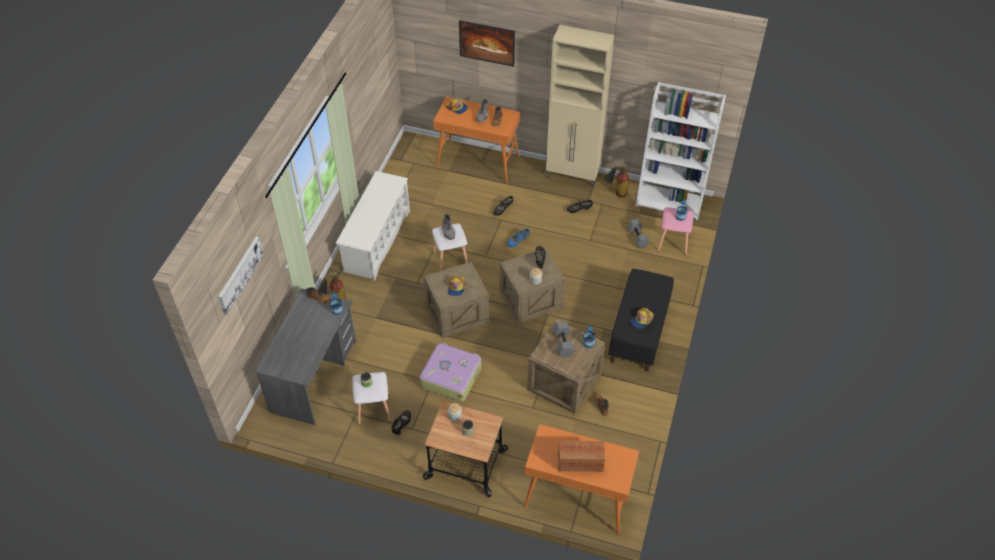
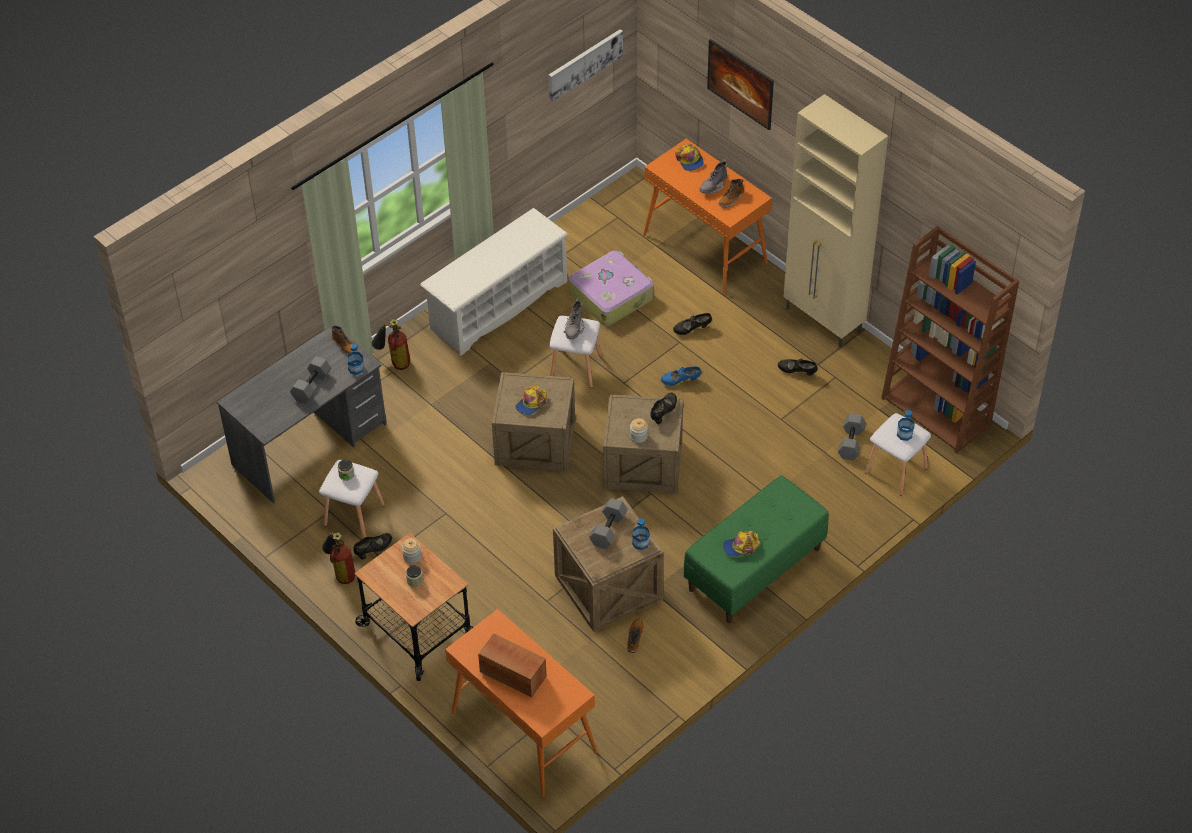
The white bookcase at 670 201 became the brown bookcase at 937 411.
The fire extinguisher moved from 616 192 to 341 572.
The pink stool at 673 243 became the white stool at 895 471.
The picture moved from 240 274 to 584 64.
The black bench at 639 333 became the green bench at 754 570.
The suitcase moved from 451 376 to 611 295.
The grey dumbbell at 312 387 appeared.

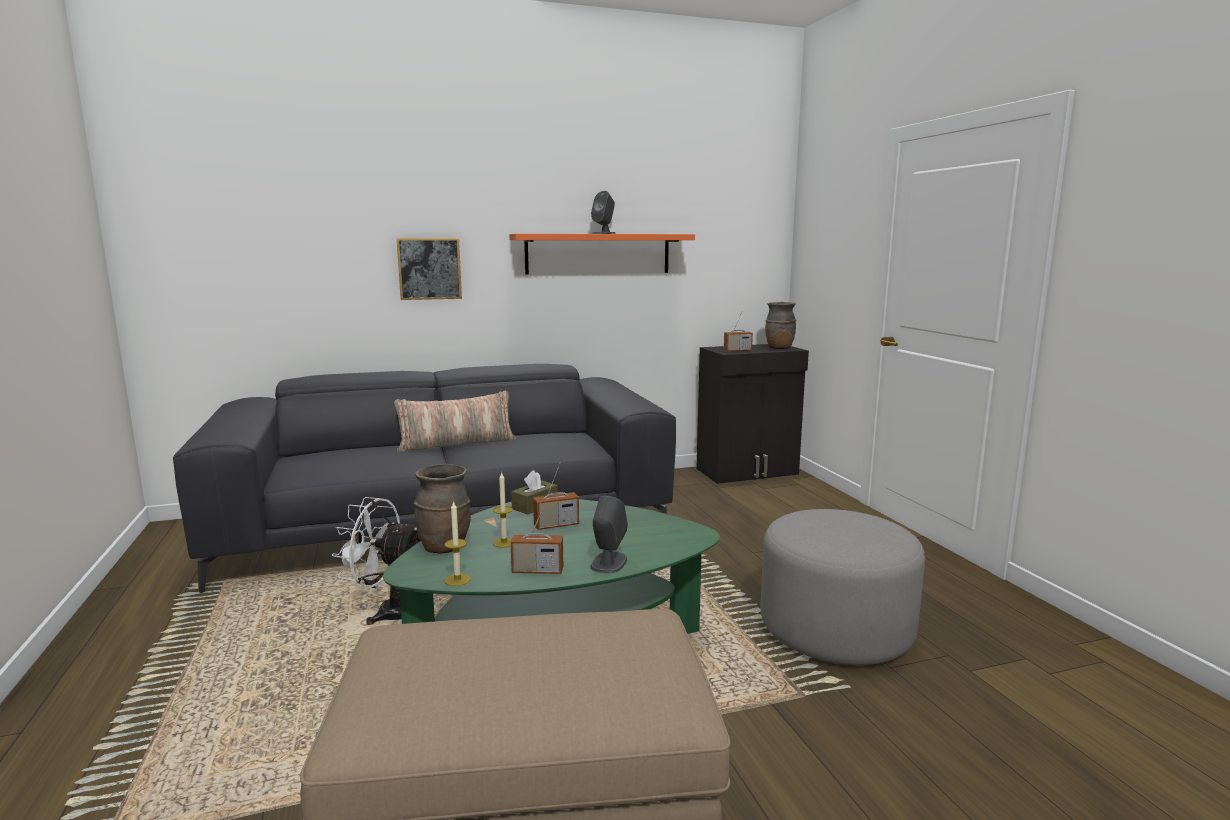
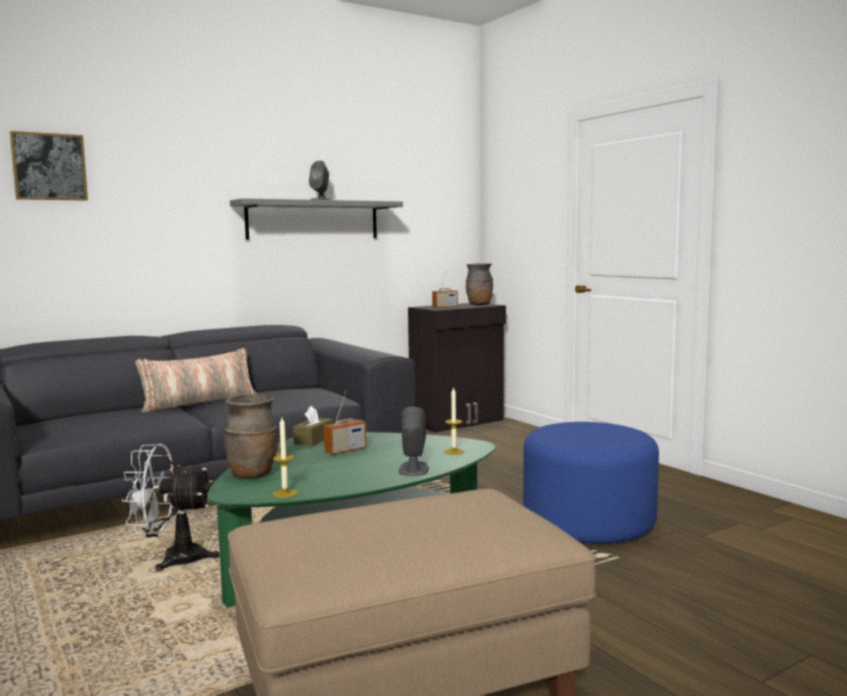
The orange shelf at 598 254 became the grey shelf at 313 220.
The picture moved from 429 268 to 49 167.
The candle moved from 504 543 to 454 452.
The radio at 537 571 disappeared.
The grey ottoman at 836 629 became the blue ottoman at 588 522.

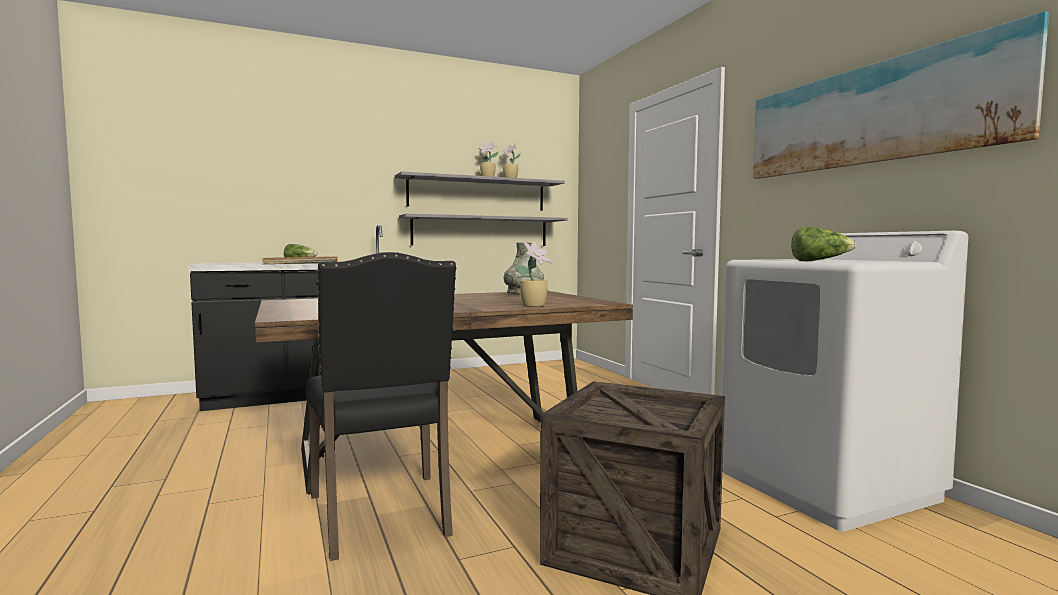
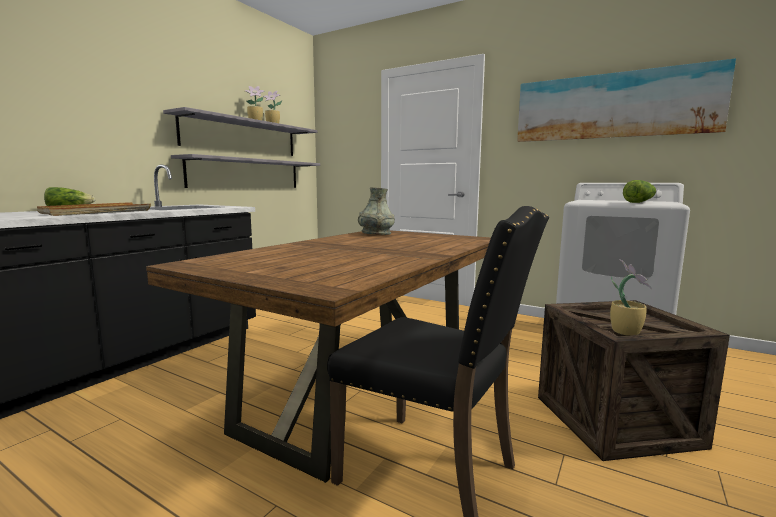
The potted plant moved from 534 306 to 625 331.

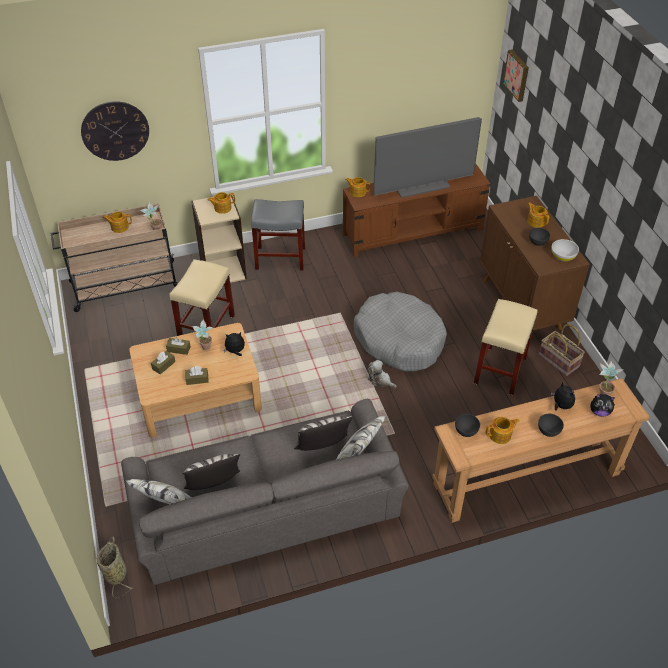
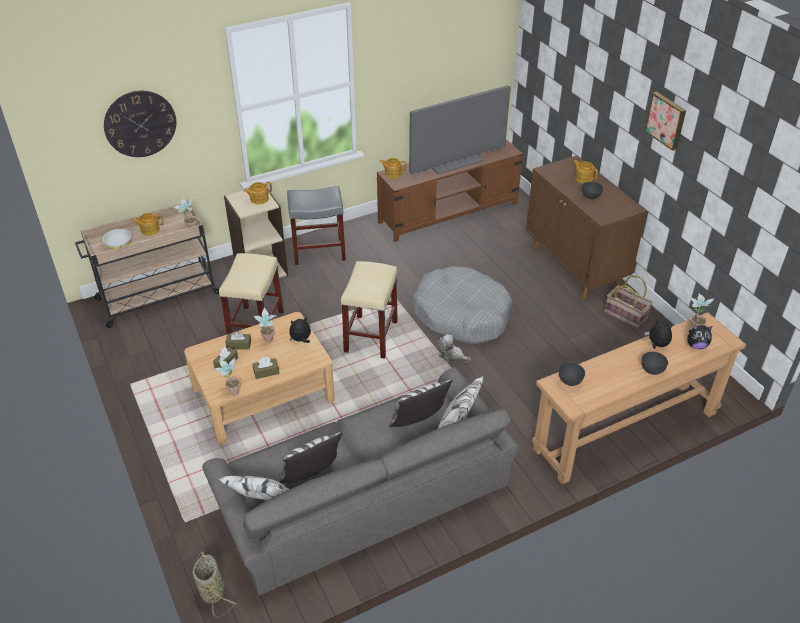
The picture moved from 517 75 to 666 120.
The white bowl moved from 563 256 to 119 246.
The beige stool moved from 500 371 to 371 337.
The teapot at 500 435 disappeared.
The potted plant at 231 391 appeared.

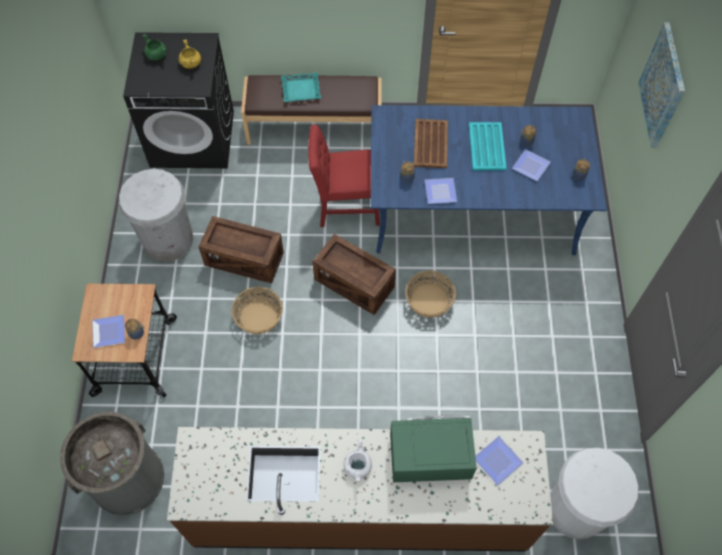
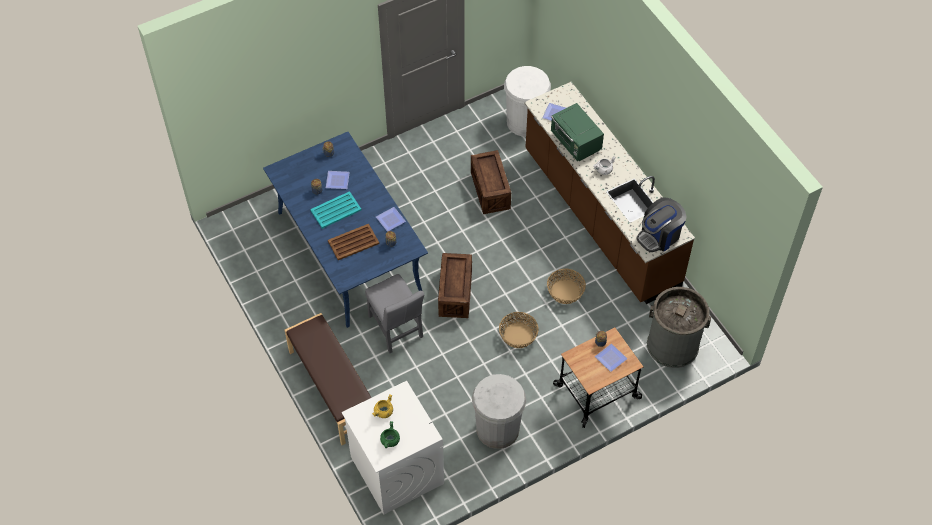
The picture at 662 86 disappeared.
The black washing machine at 193 138 became the white washing machine at 396 470.
The turquoise tray at 301 90 disappeared.
The red chair at 345 208 became the grey chair at 396 329.
The crate moved from 244 259 to 490 190.
The basket moved from 429 301 to 565 292.
The coffee machine at 659 236 appeared.

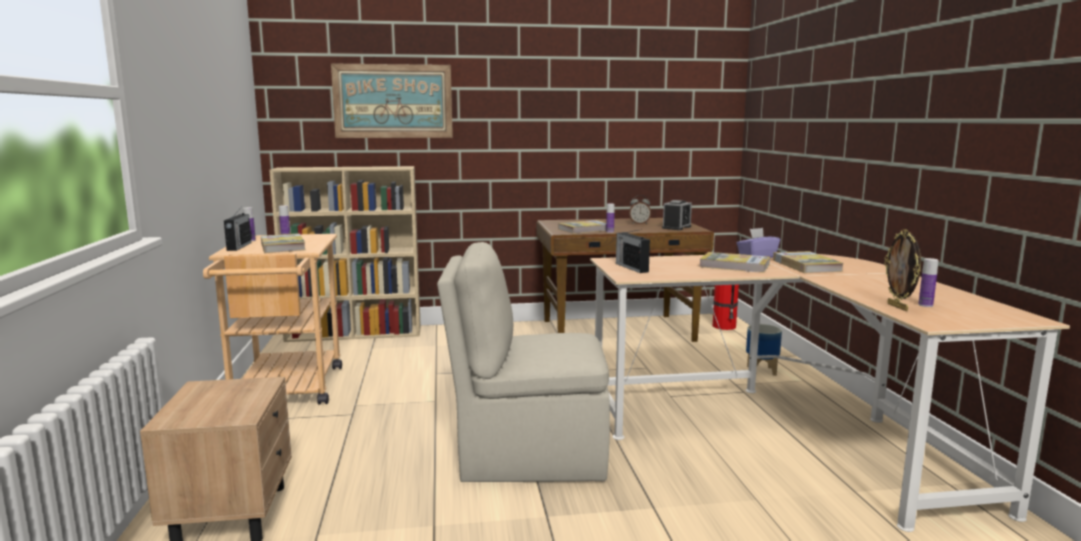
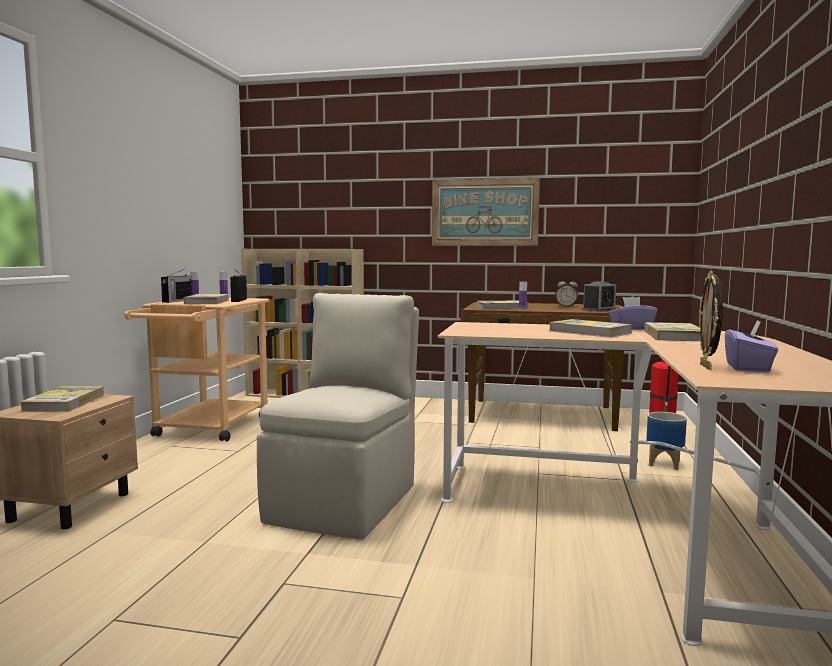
The picture moved from 393 101 to 484 212.
The radio moved from 631 267 to 239 300.
The beige chair at 528 455 turned 90 degrees clockwise.
The bottle at 925 305 was replaced by the purple tissue box at 748 368.
The book at 64 403 appeared.

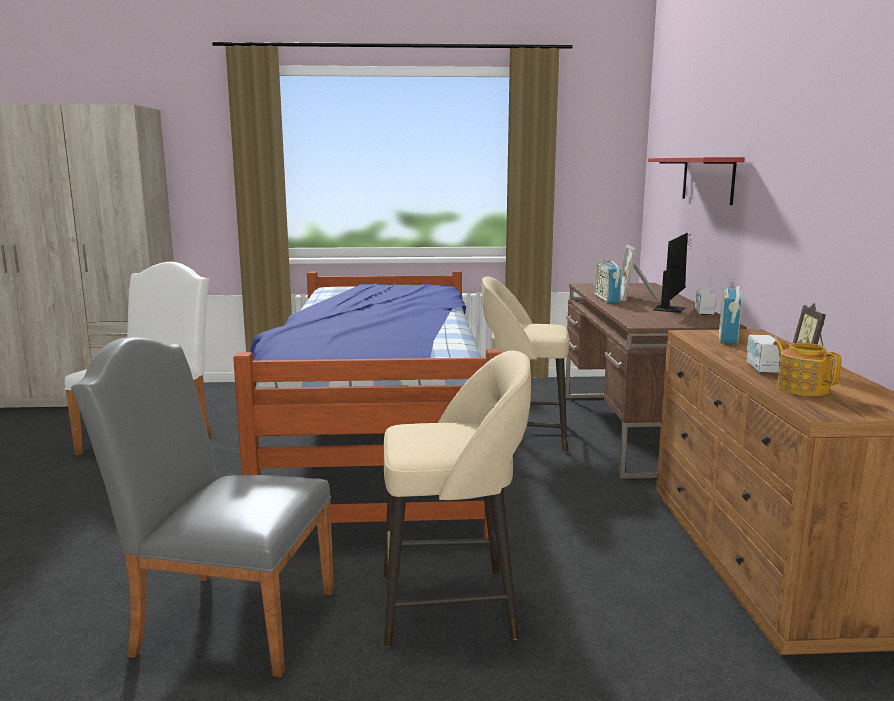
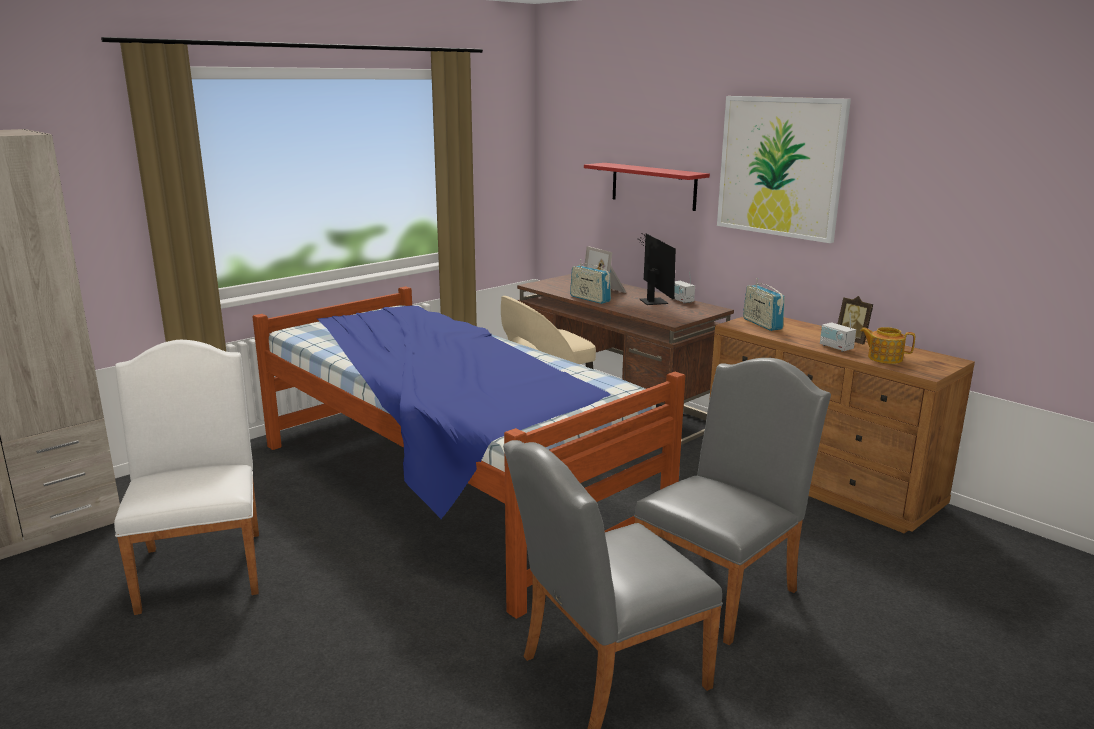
The beige stool at 452 605 was replaced by the grey chair at 722 587.
The picture at 780 167 appeared.

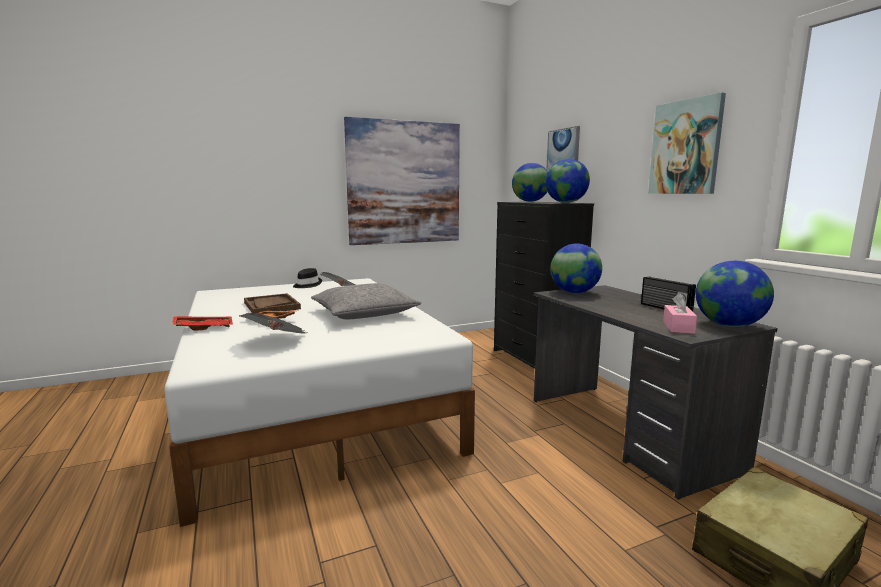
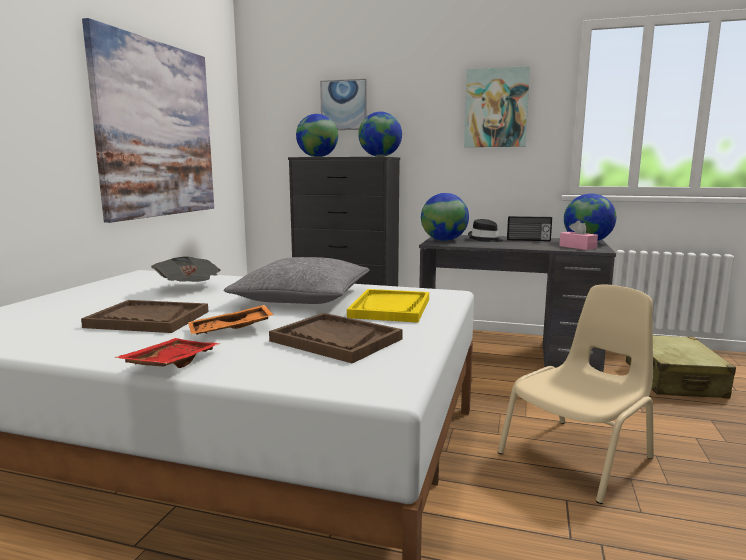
The black hat moved from 307 285 to 485 239.
The newspaper at 278 341 was replaced by the brown tray at 335 340.
The beige chair at 578 456 appeared.
The yellow tray at 390 308 appeared.

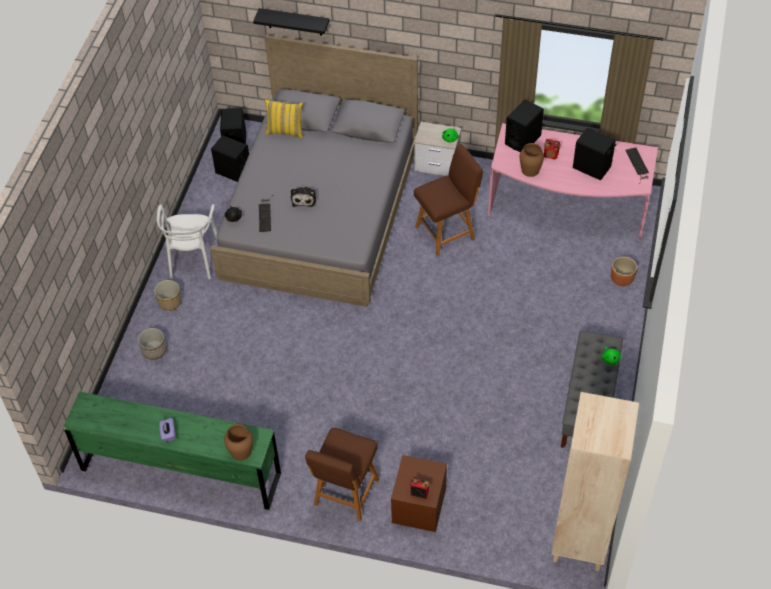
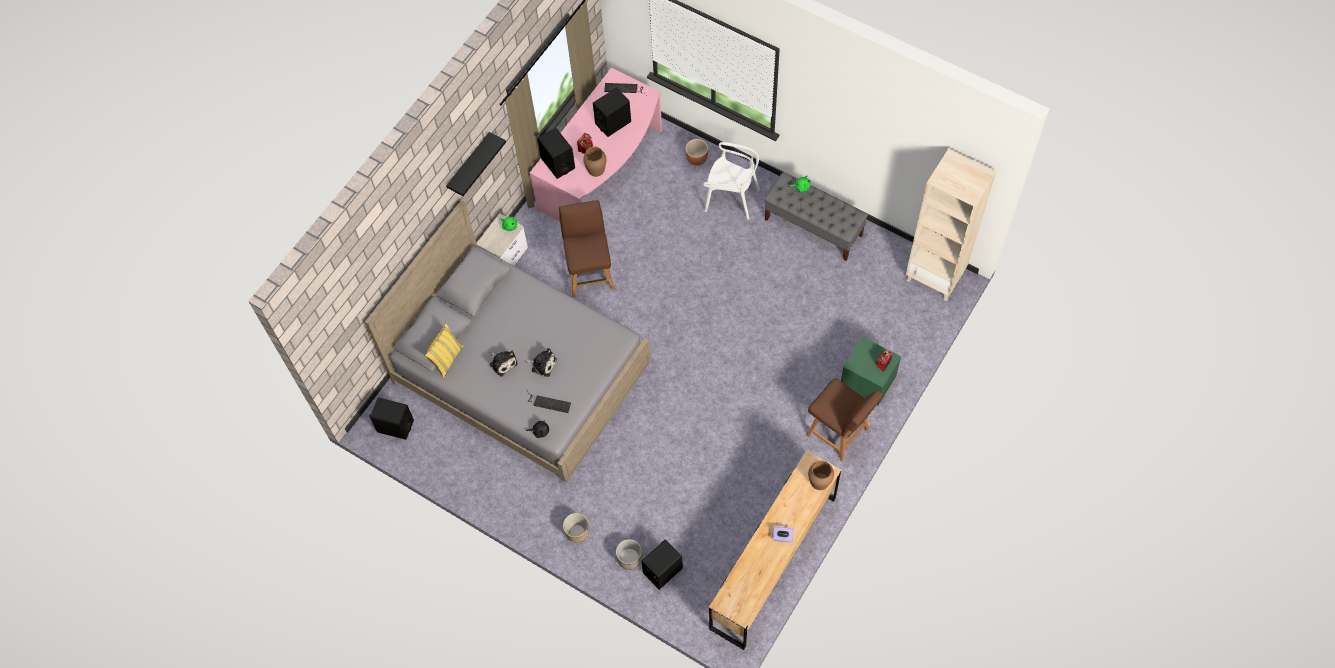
The black shelf moved from 294 22 to 469 165.
The black speaker moved from 233 171 to 662 571.
The white chair moved from 192 259 to 731 198.
The green dresser at 181 471 became the brown dresser at 773 562.
The brown nightstand at 419 506 became the green nightstand at 868 381.
The plush toy at 502 363 appeared.

